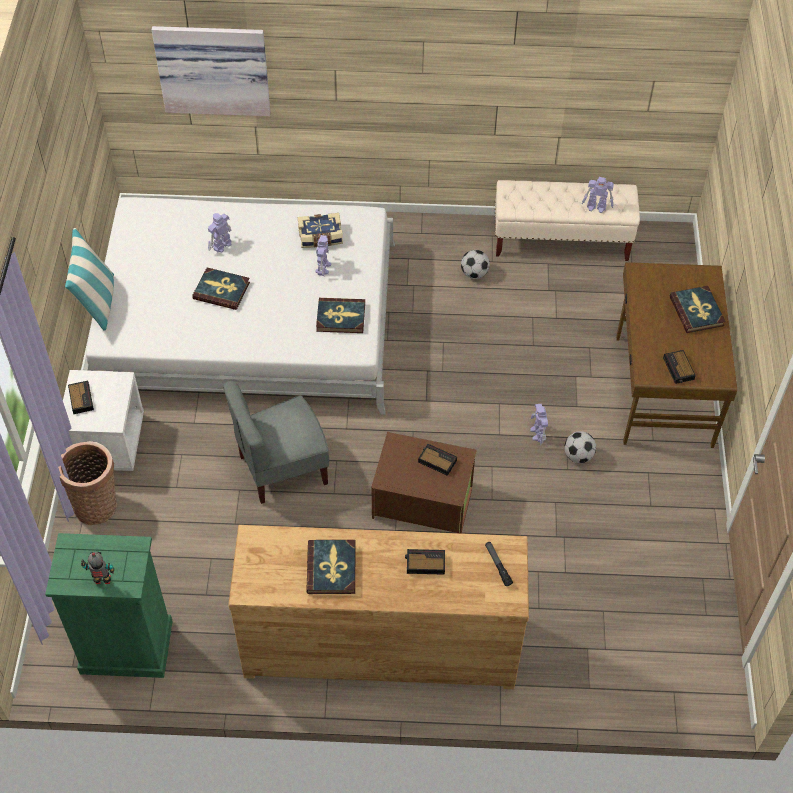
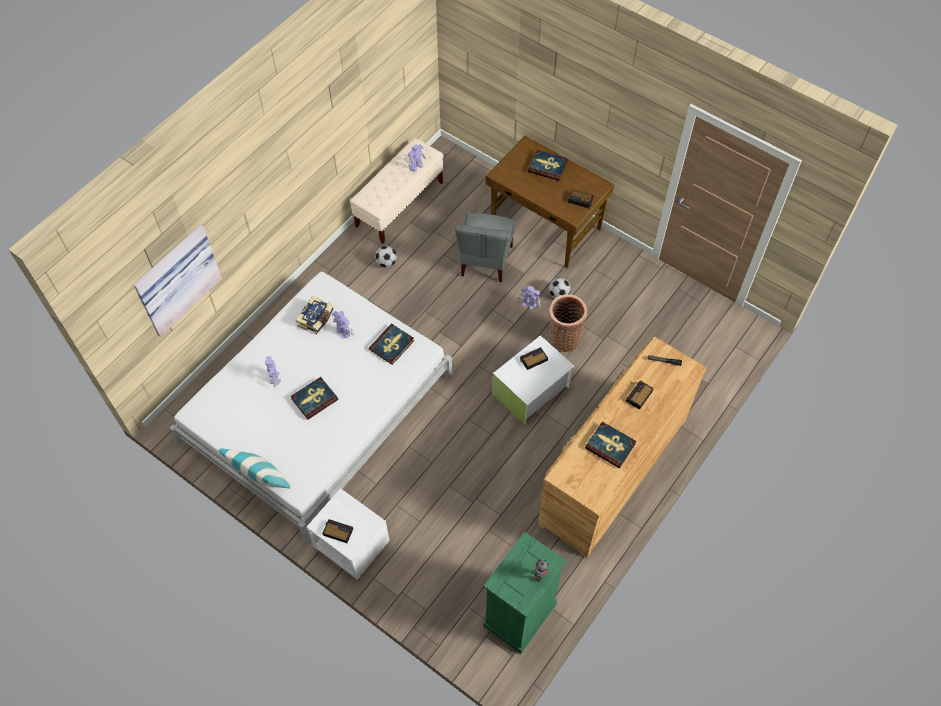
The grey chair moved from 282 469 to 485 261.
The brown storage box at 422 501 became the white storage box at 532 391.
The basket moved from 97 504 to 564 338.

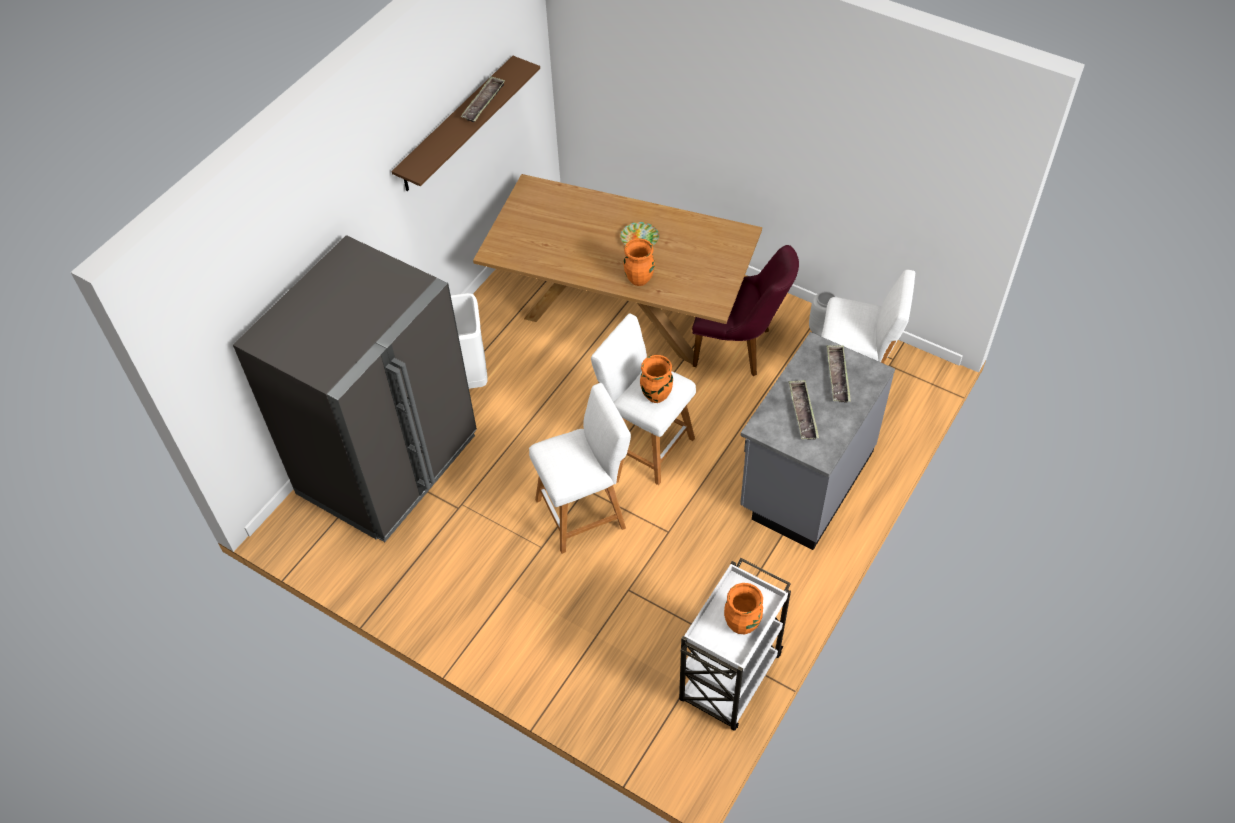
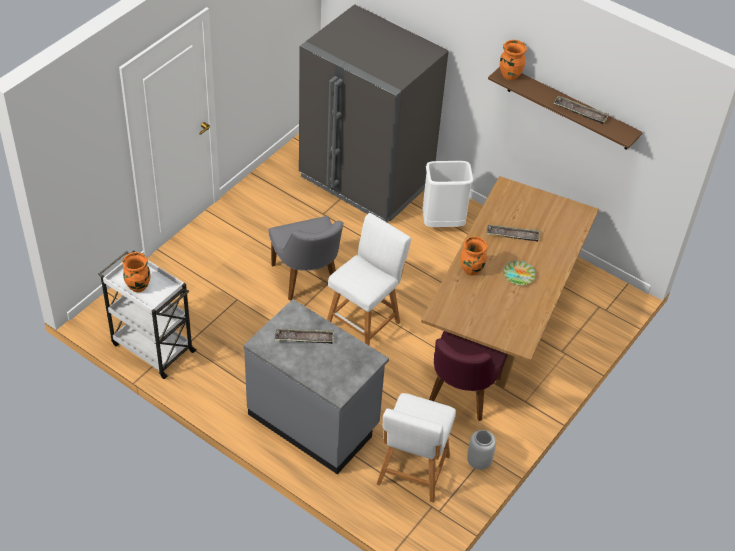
The tray moved from 837 376 to 512 235.
The orange vase moved from 656 396 to 509 75.
The white stool at 585 512 was replaced by the grey chair at 308 281.

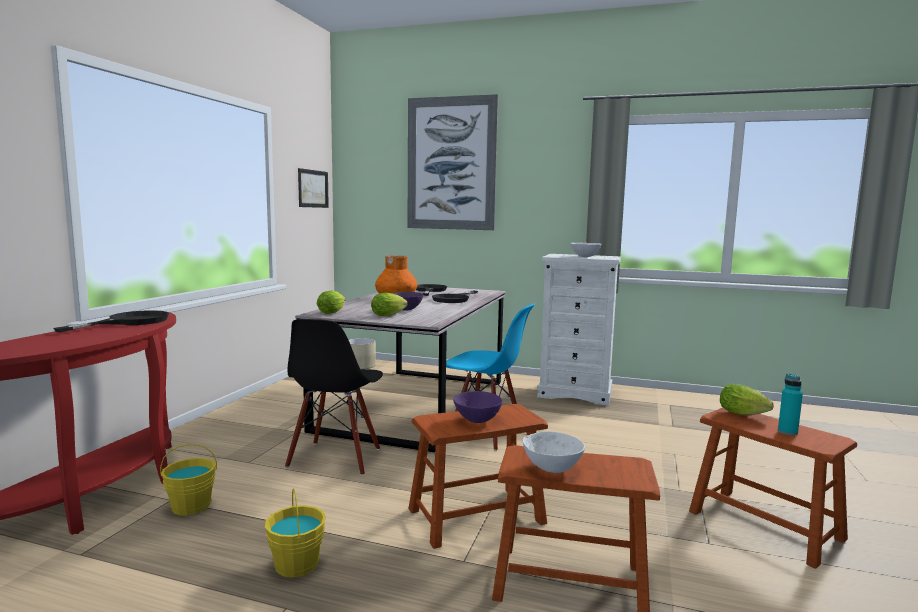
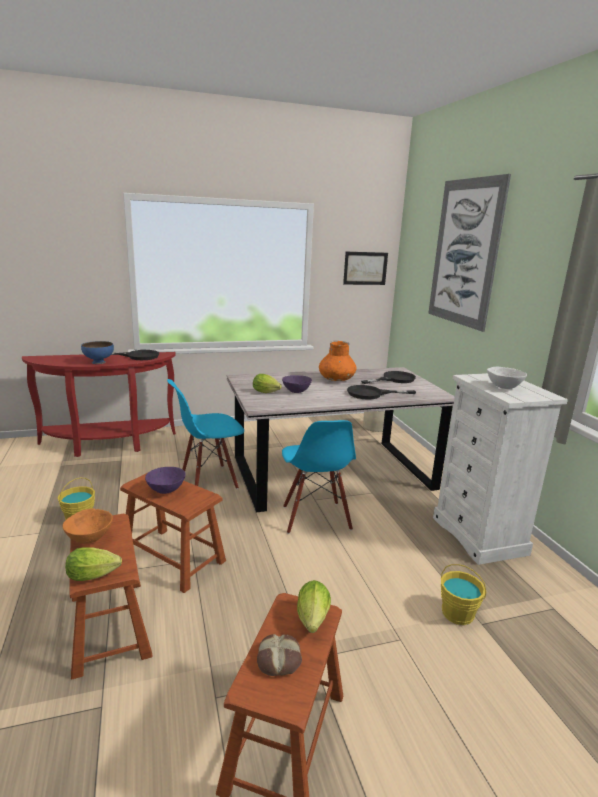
The lettuce moved from 333 312 to 96 576.
The black chair at 335 458 became the blue chair at 208 480.
The turquoise bottle at 787 432 was replaced by the bread at 279 659.
The white bowl at 553 469 became the orange bowl at 90 539.
The yellow bucket moved from 191 506 to 458 613.
The blue bowl at 99 362 appeared.

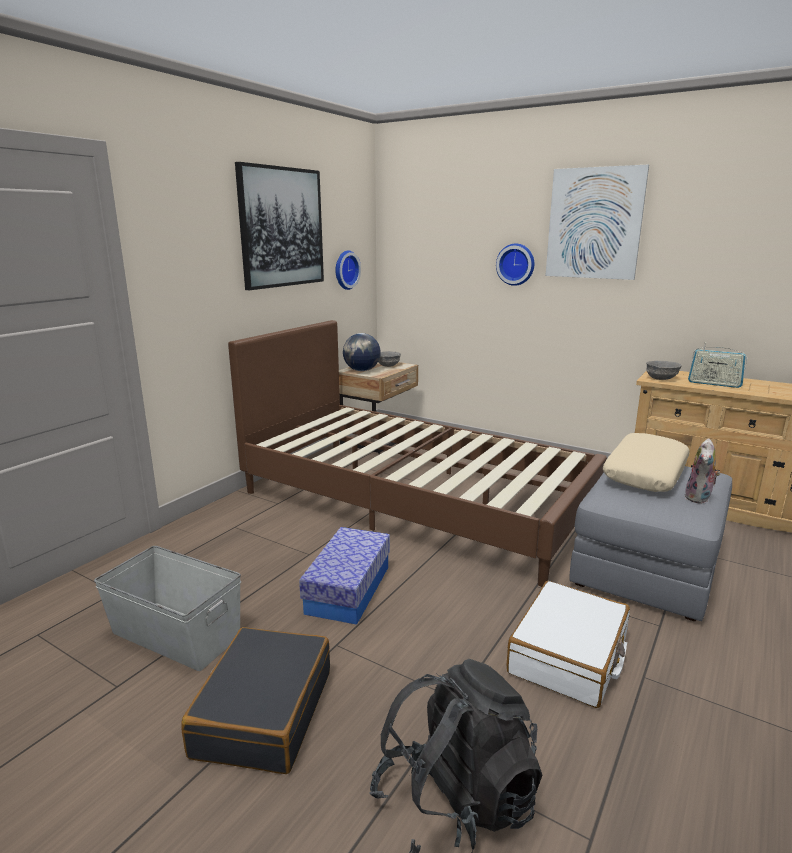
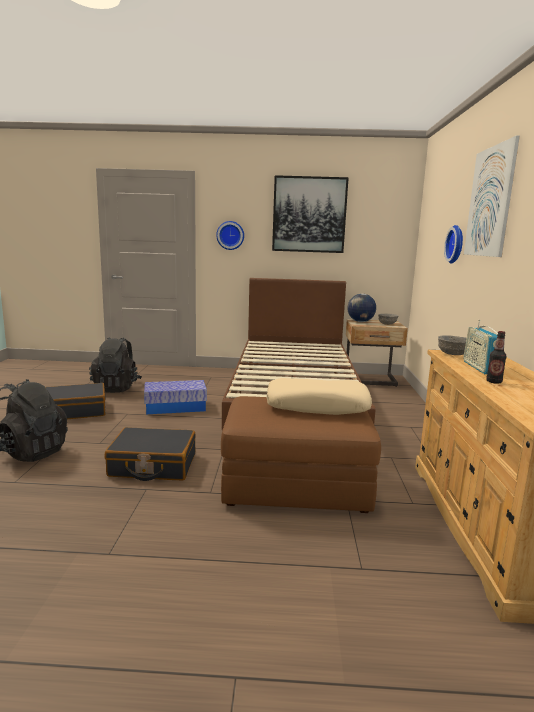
The wall clock moved from 345 270 to 230 235.
The plush toy at 699 498 disappeared.
The grey ottoman at 647 565 became the brown ottoman at 297 484.
The grey storage box at 176 633 was replaced by the black backpack at 116 388.
The white suitcase at 569 656 became the black suitcase at 153 465.
The bottle at 494 382 appeared.

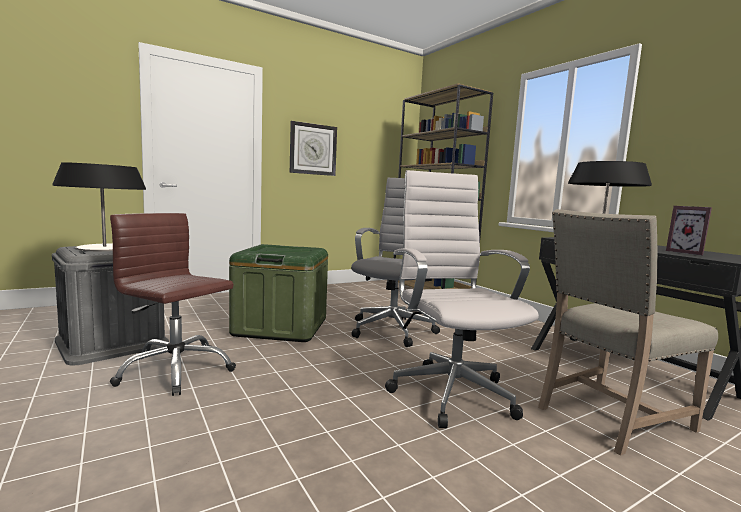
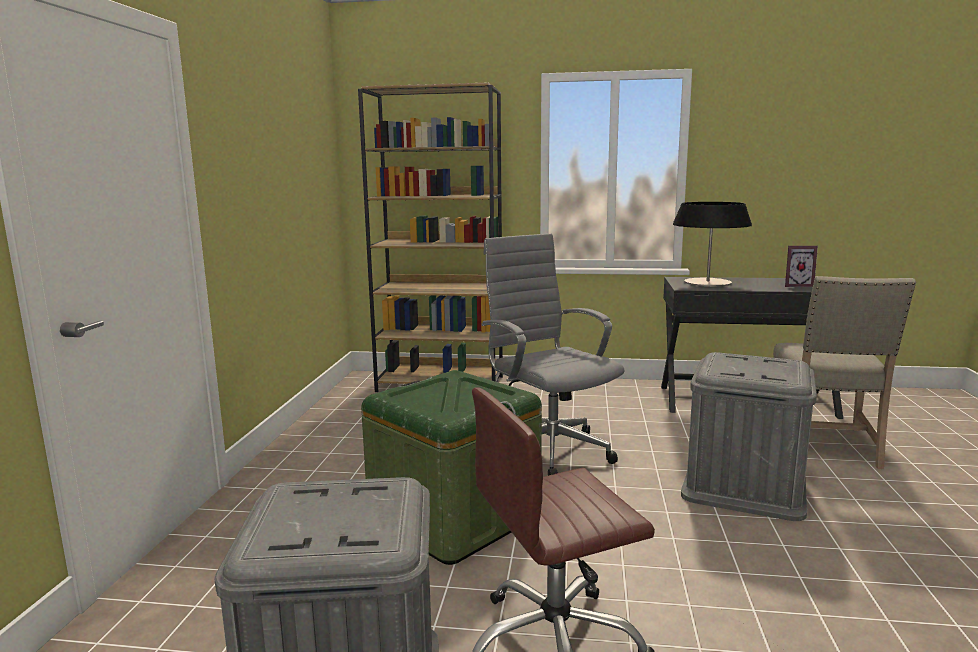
The wall clock at 313 149 disappeared.
The table lamp at 104 248 disappeared.
The white office chair at 450 391 was replaced by the grey storage box at 744 485.

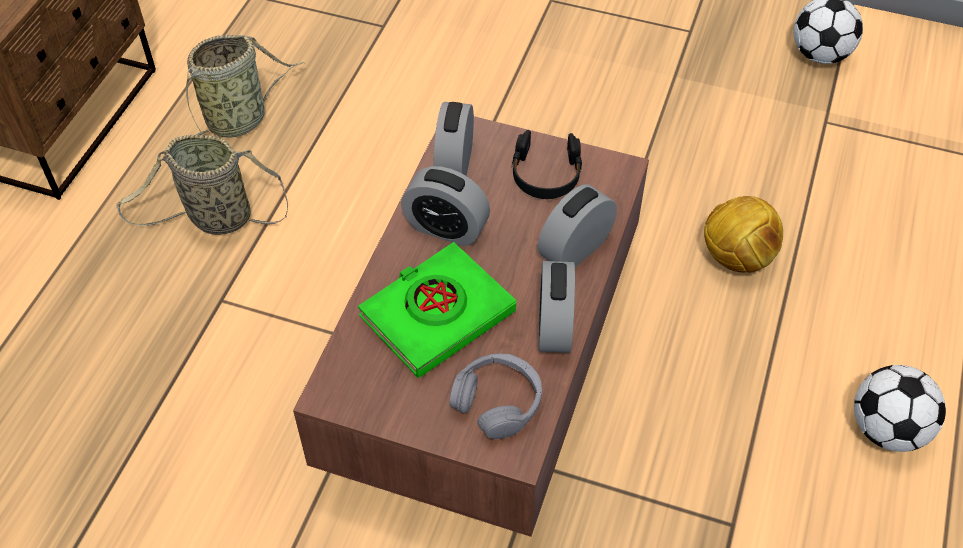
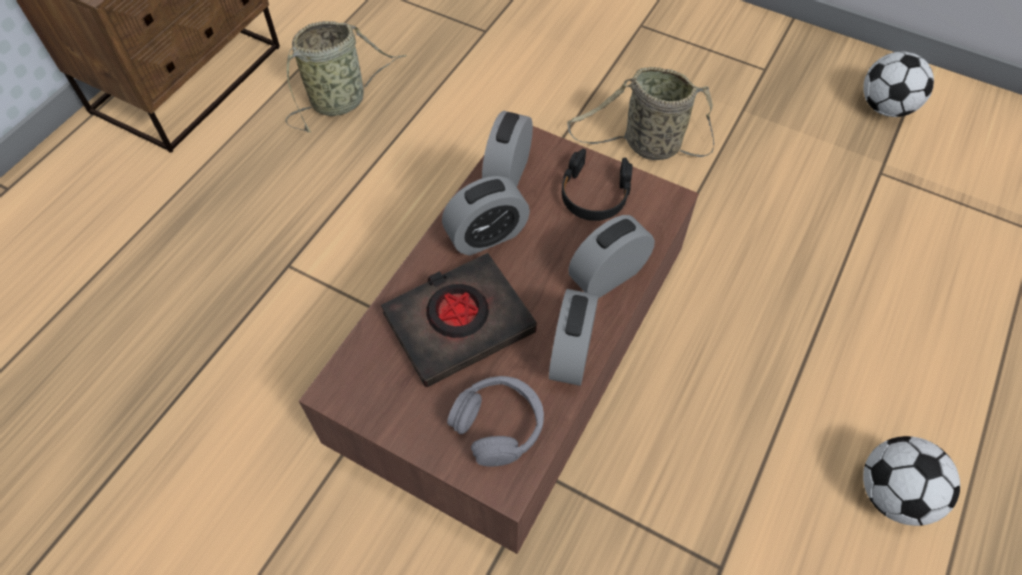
The basket moved from 215 218 to 647 145.
The alarm clock at 446 228 turned 60 degrees counterclockwise.
The football at 736 257 disappeared.
The green book at 437 314 became the black book at 458 323.

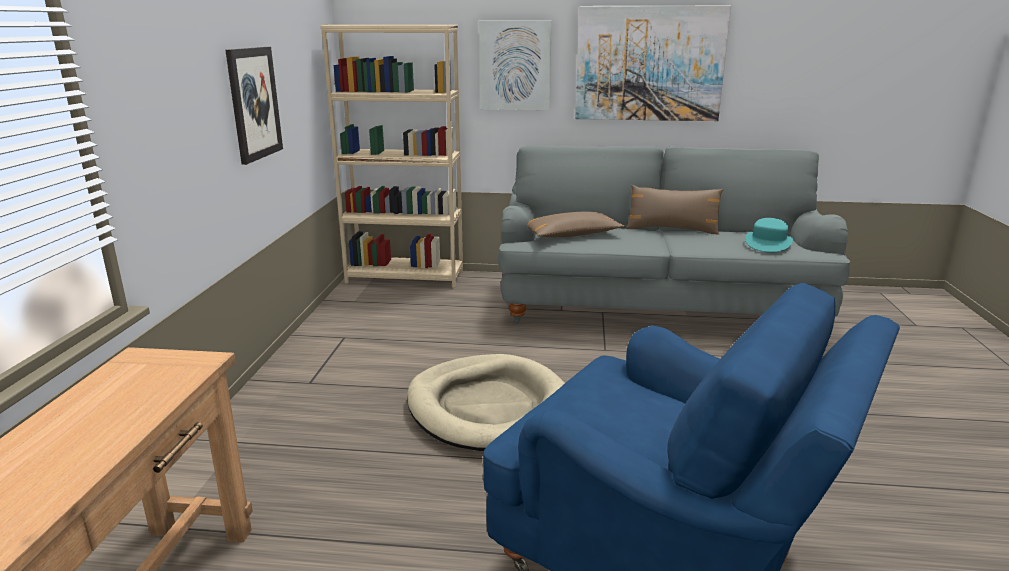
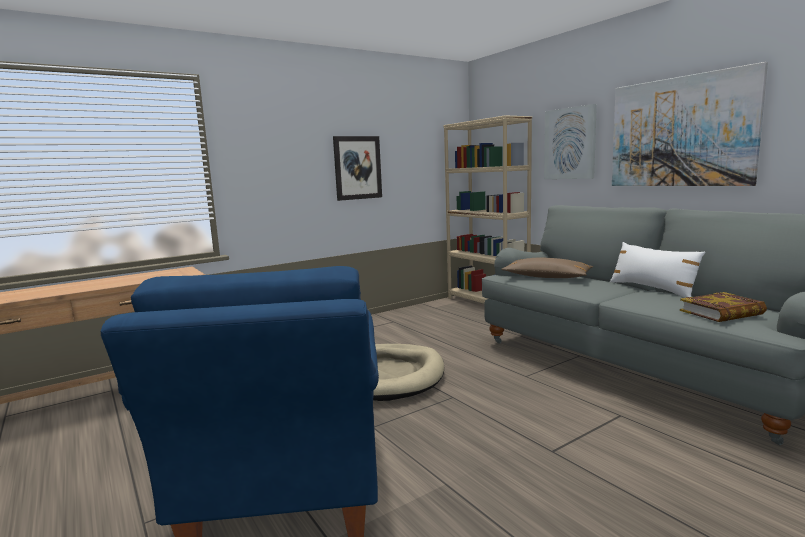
The brown pillow at 672 230 became the white pillow at 652 289.
The turquoise hat at 768 243 was replaced by the book at 722 313.

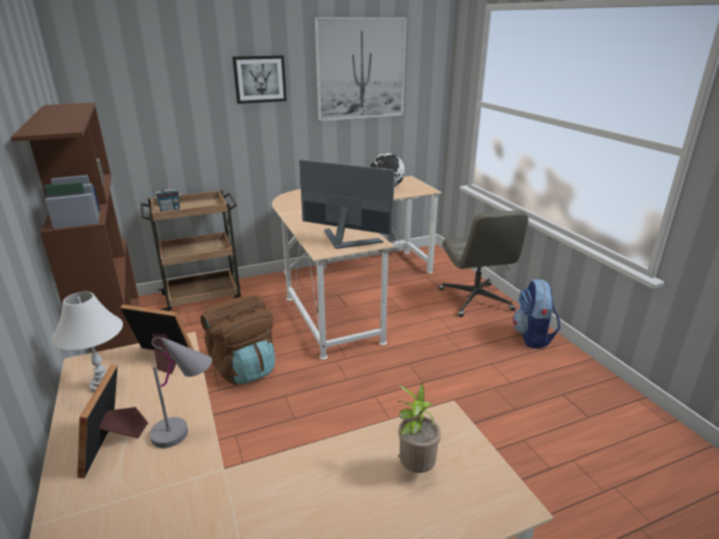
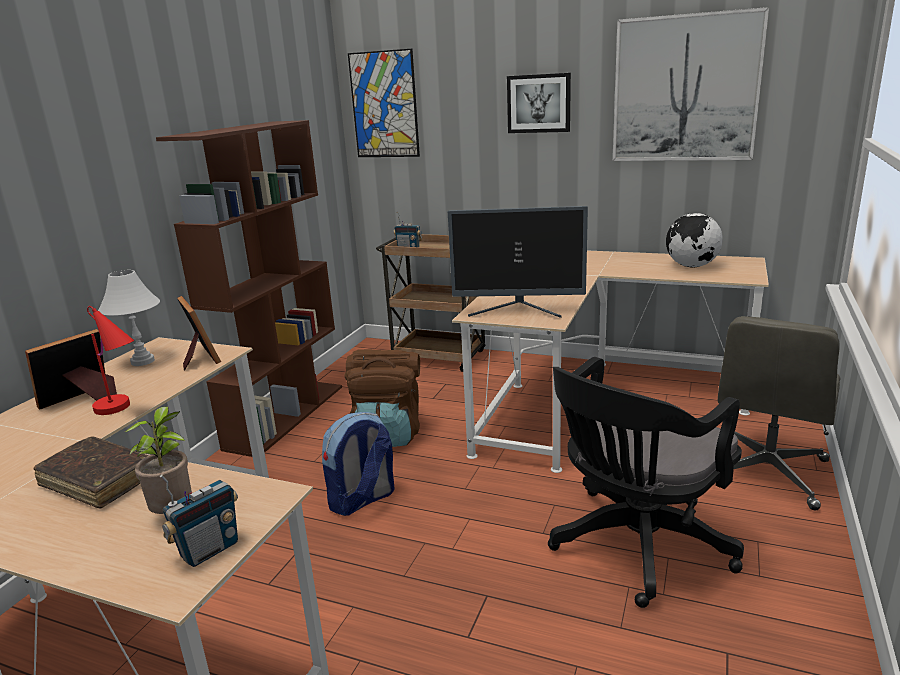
The monitor at 344 241 turned 120 degrees clockwise.
The backpack moved from 533 337 to 362 500.
The grey table lamp at 187 430 became the red table lamp at 123 409.
The picture at 384 105 appeared.
The black office chair at 635 547 appeared.
The brown book at 99 480 appeared.
The radio at 209 550 appeared.

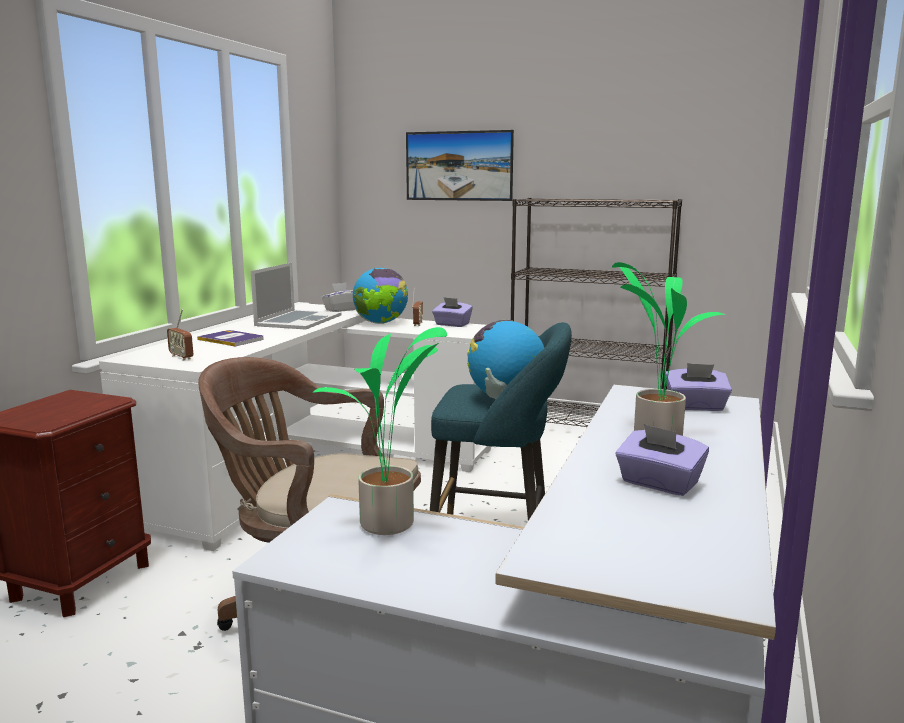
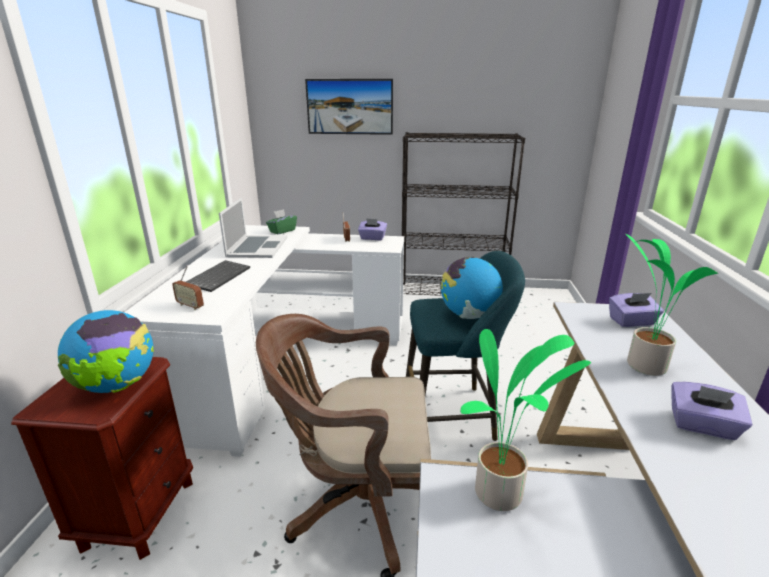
The globe moved from 381 323 to 117 386.
The white tissue box at 341 310 became the green tissue box at 282 231.
The book at 231 339 was replaced by the keyboard at 218 277.

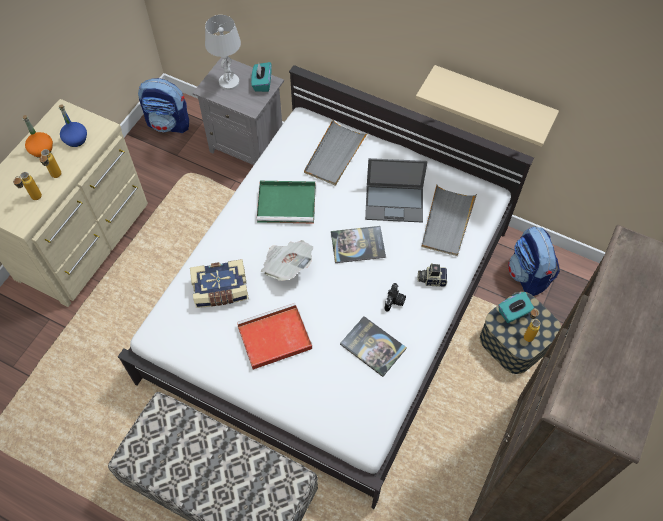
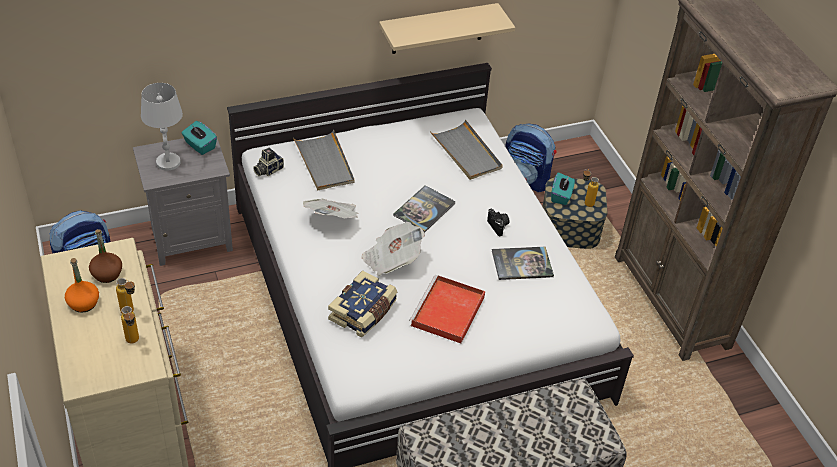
The blue bottle at 76 139 became the brown bottle at 107 274.
The laptop at 395 203 disappeared.
The green tray at 288 203 was replaced by the newspaper at 333 219.
The photo camera moved from 431 279 to 268 170.

